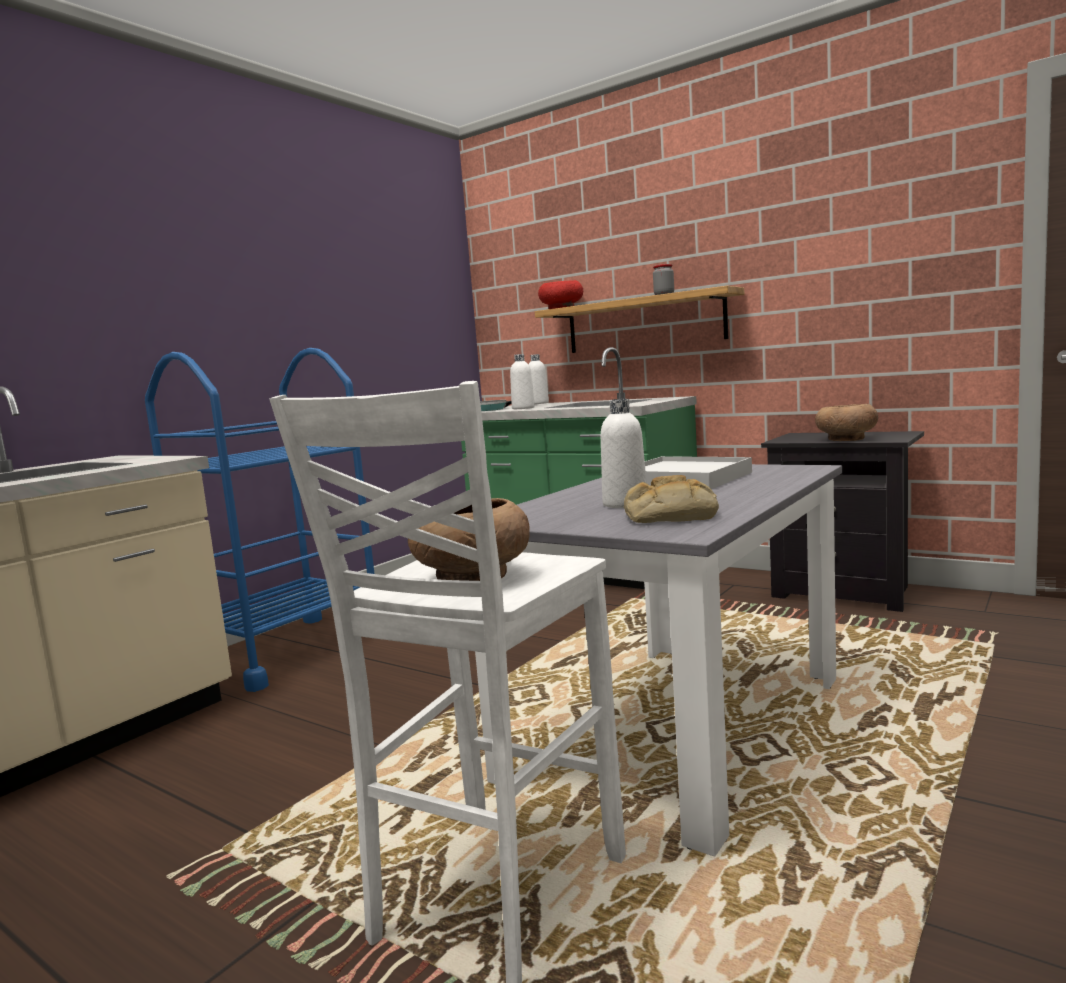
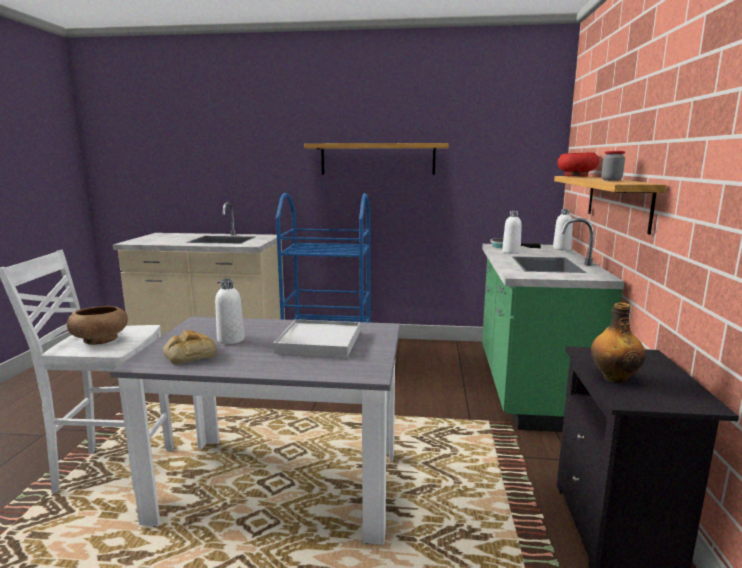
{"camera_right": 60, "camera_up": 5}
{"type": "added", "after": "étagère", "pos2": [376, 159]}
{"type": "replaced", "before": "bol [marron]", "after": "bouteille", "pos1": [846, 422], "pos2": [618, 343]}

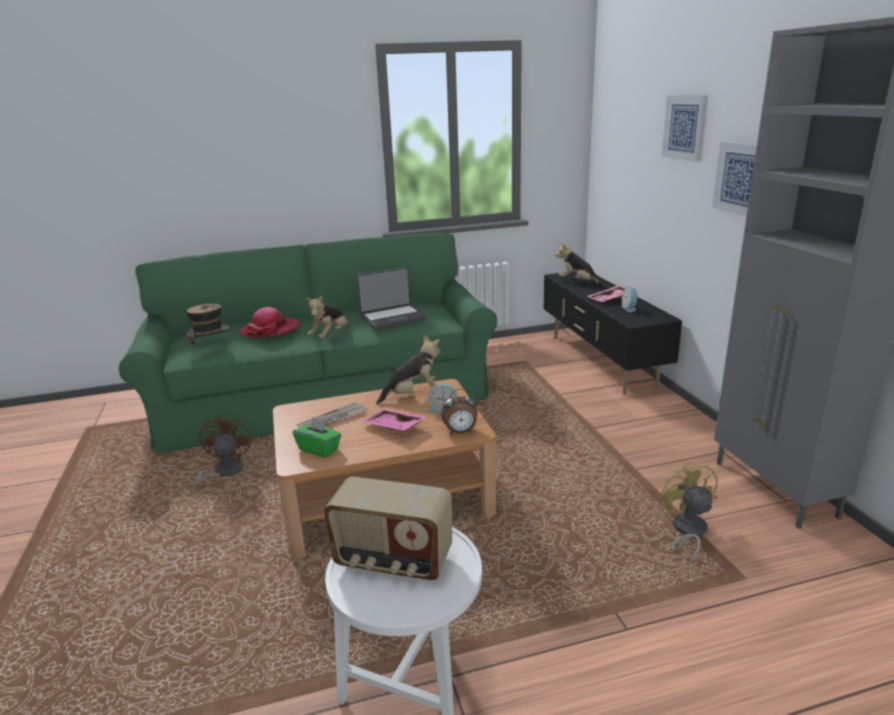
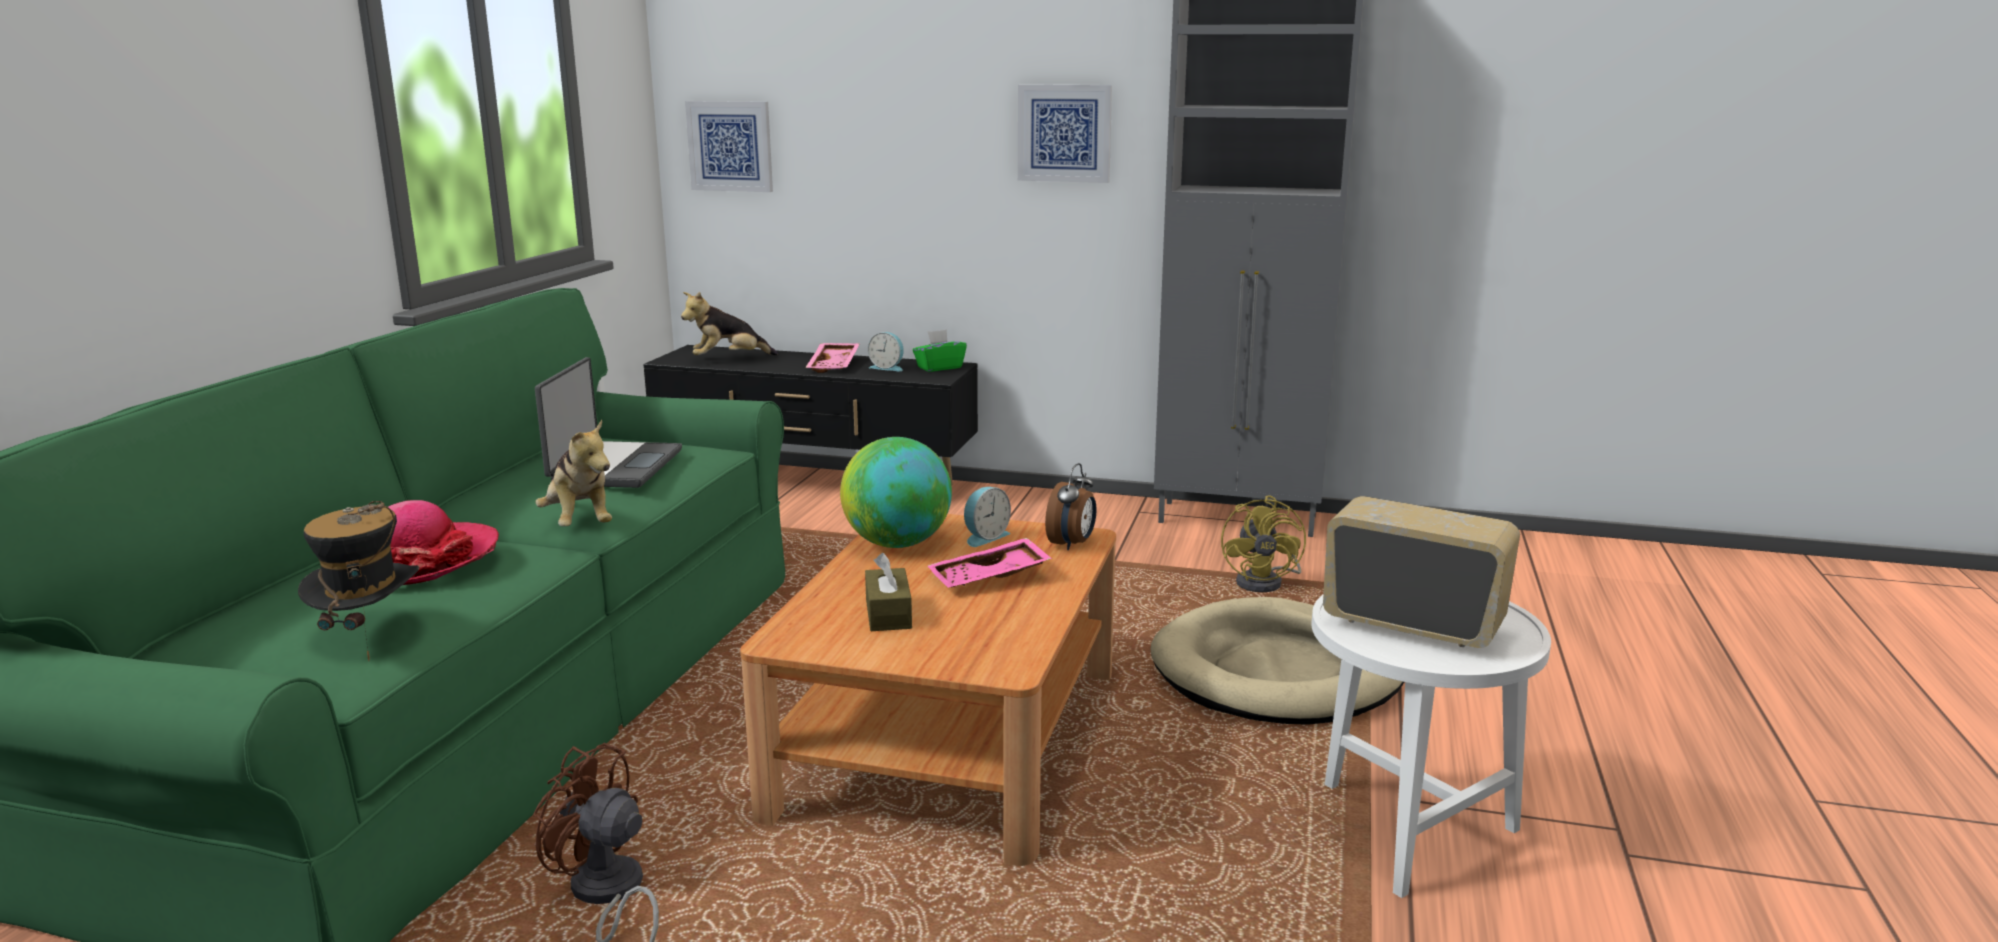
{"camera_right": -60, "camera_up": -5}
{"type": "moved", "before": "tableau", "pos1": [685, 128], "pos2": [729, 146]}
{"type": "replaced", "before": "peluche", "after": "globe", "pos1": [408, 369], "pos2": [896, 492]}
{"type": "replaced", "before": "journal", "after": "boîte à mouchoirs [marron]", "pos1": [332, 415], "pos2": [888, 592]}
{"type": "moved", "before": "boîte à mouchoirs [vert]", "pos1": [317, 437], "pos2": [940, 350]}
{"type": "added", "after": "panier pour chien [beige]", "pos2": [1277, 661]}
{"type": "turned", "before": "ventilateur [jaune]", "pos1": [689, 513], "pos2": [1263, 543], "turn": -105}
{"type": "turned", "before": "radio", "pos1": [388, 528], "pos2": [1421, 572], "turn": -105}

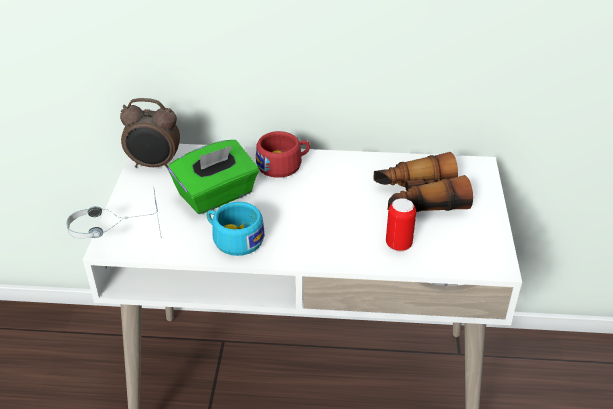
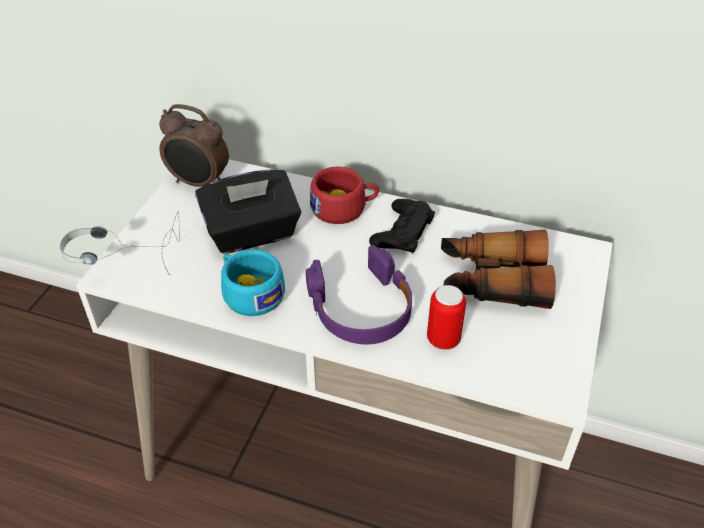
{"camera_right": 15, "camera_up": 5}
{"type": "recoloured", "before": "boîte à mouchoirs [vert]", "after": "boîte à mouchoirs [noir]", "pos1": [213, 177], "pos2": [248, 211]}
{"type": "added", "after": "casque audio [violet]", "pos2": [359, 294]}
{"type": "added", "after": "manette [noir]", "pos2": [402, 226]}

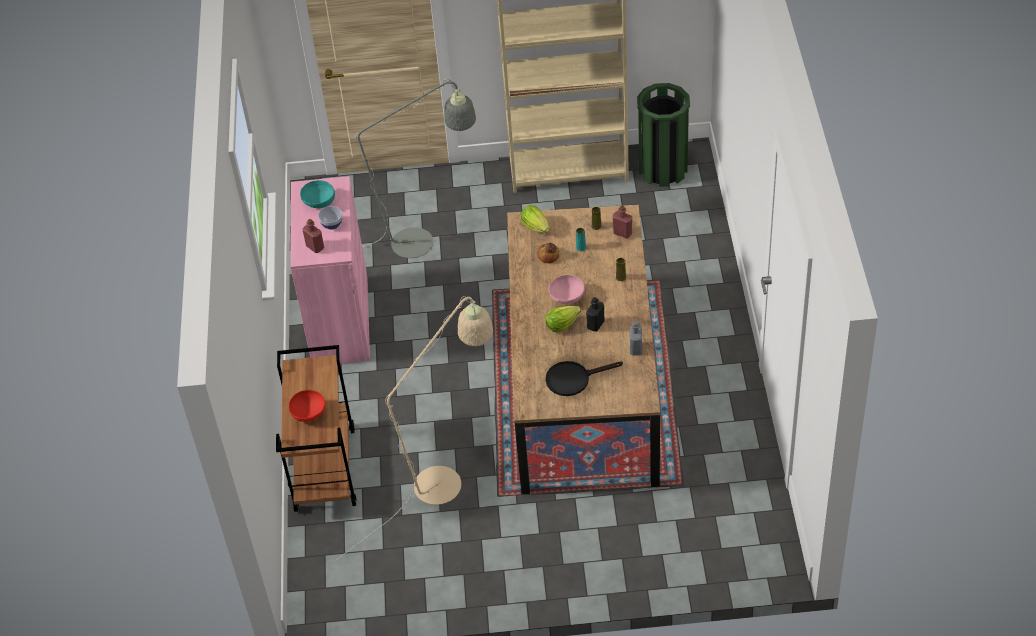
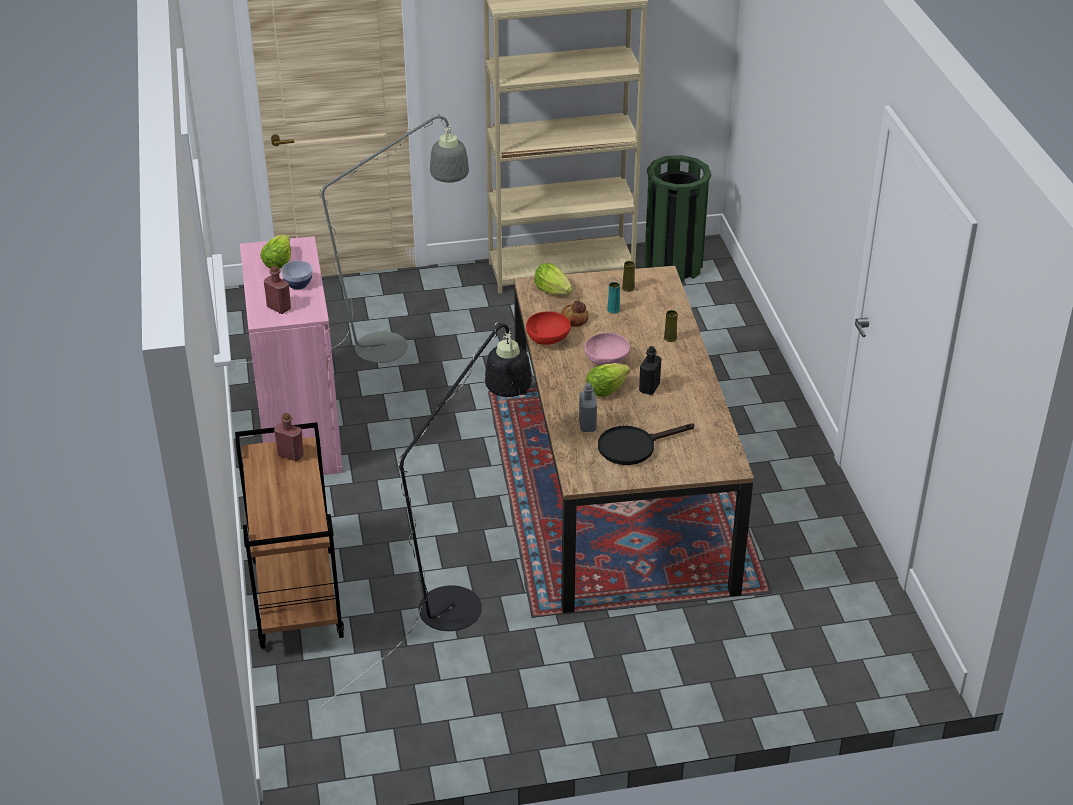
{"camera_right": -10, "camera_up": -10}
{"type": "replaced", "before": "bol [turquoise]", "after": "laitue", "pos1": [317, 194], "pos2": [276, 252]}
{"type": "moved", "before": "bouteille [rouge]", "pos1": [622, 222], "pos2": [289, 437]}
{"type": "recoloured", "before": "lampadaire [beige]", "after": "lampadaire [noir]", "pos1": [413, 429], "pos2": [426, 514]}
{"type": "moved", "before": "bol [rouge]", "pos1": [307, 406], "pos2": [548, 328]}
{"type": "moved", "before": "bouteille [gris]", "pos1": [636, 338], "pos2": [588, 407]}

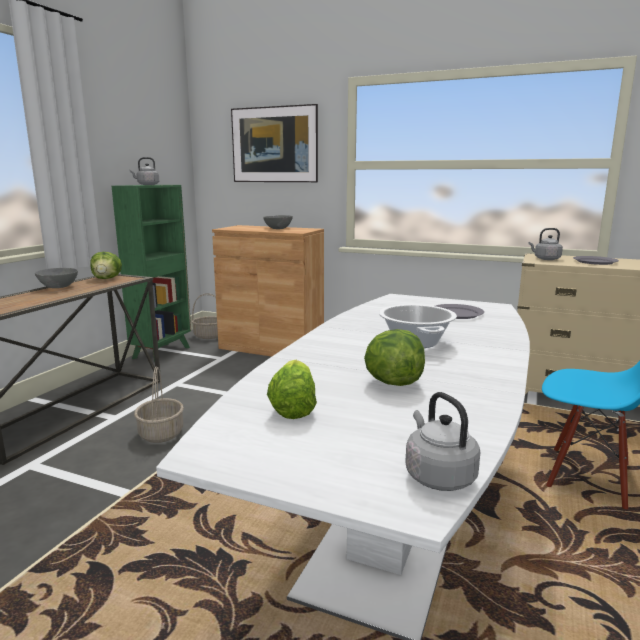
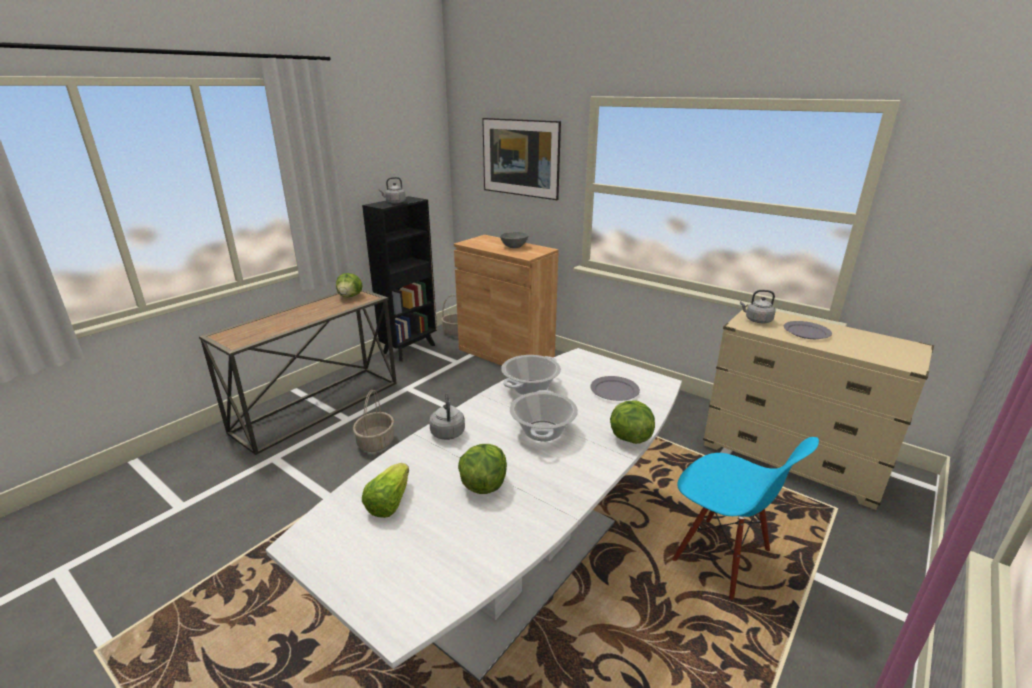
{"camera_right": 15, "camera_up": 10}
{"type": "recoloured", "before": "bibliothèque [vert]", "after": "bibliothèque [noir]", "pos1": [151, 273], "pos2": [399, 278]}
{"type": "moved", "before": "bouilloire [gris]", "pos1": [442, 441], "pos2": [447, 416]}
{"type": "added", "after": "marmite", "pos2": [531, 375]}
{"type": "added", "after": "laitue", "pos2": [632, 422]}
{"type": "removed", "before": "bol [gris]", "pos1": [56, 278]}

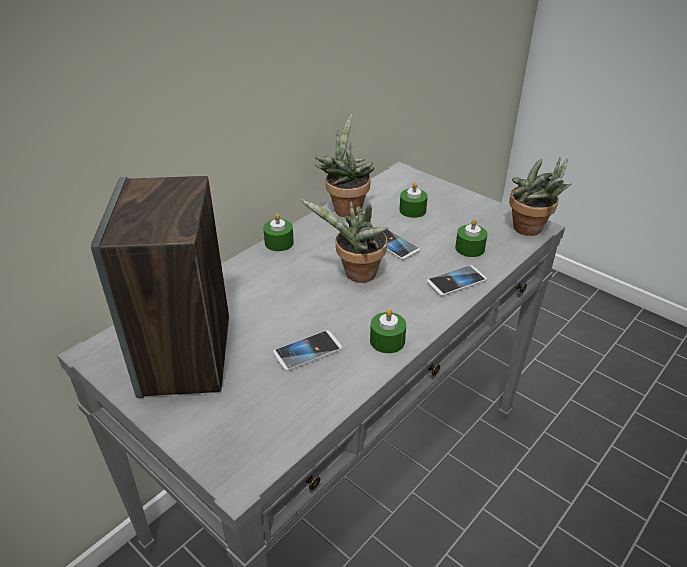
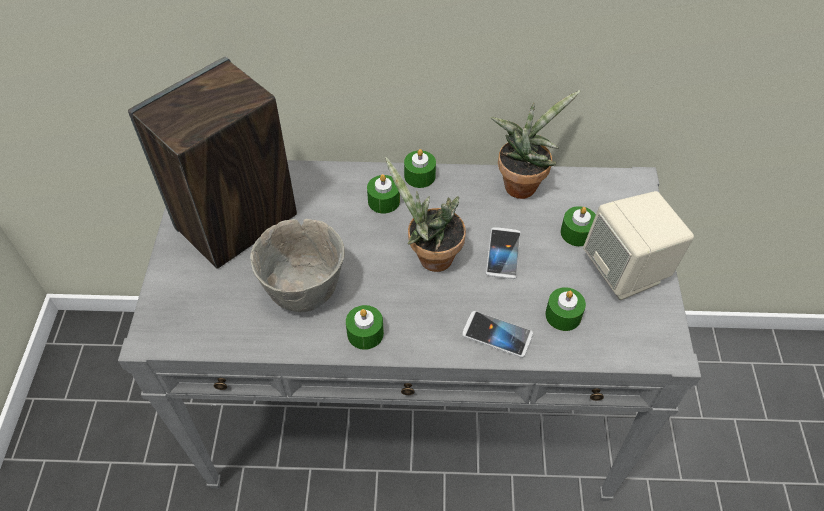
{"camera_right": 50, "camera_up": 15}
{"type": "replaced", "before": "téléphone", "after": "bol [gris]", "pos1": [307, 350], "pos2": [297, 265]}
{"type": "added", "after": "bougie [vert]", "pos2": [383, 194]}
{"type": "added", "after": "enceinte [beige]", "pos2": [638, 245]}
{"type": "removed", "before": "plante en pot", "pos1": [540, 196]}

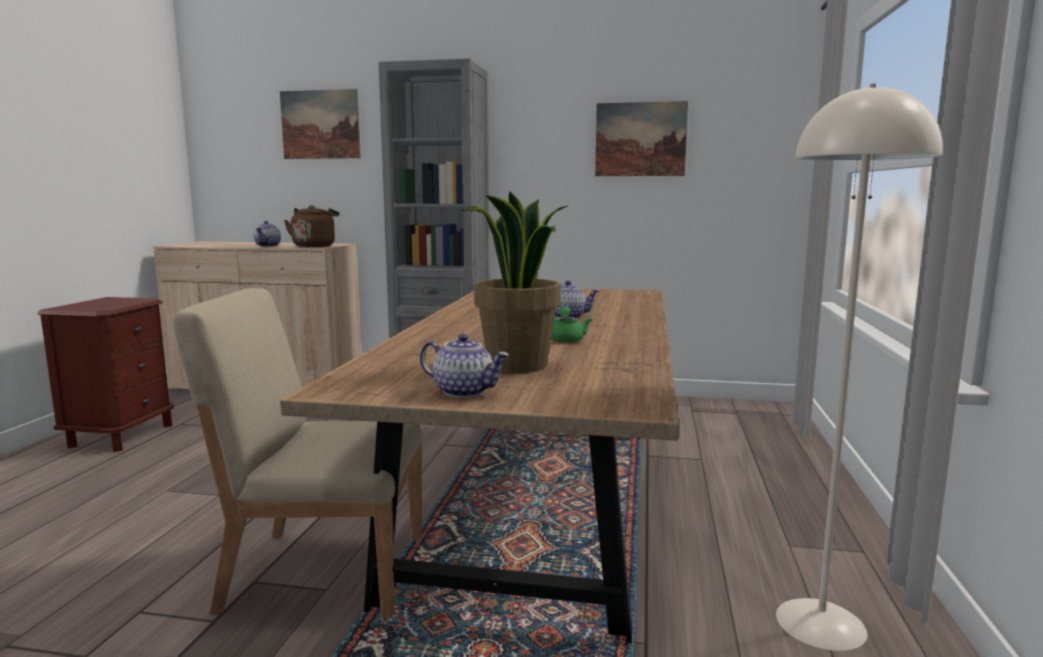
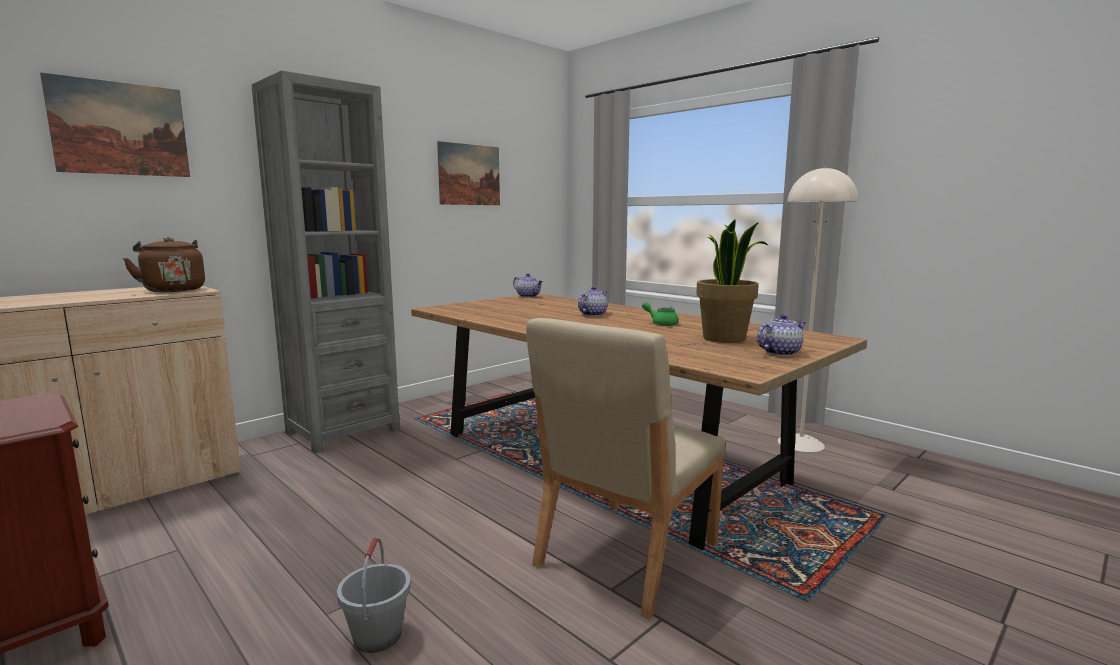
{"camera_right": -55, "camera_up": 0}
{"type": "added", "after": "seau [gris]", "pos2": [374, 595]}
{"type": "moved", "before": "théière", "pos1": [267, 234], "pos2": [528, 285]}

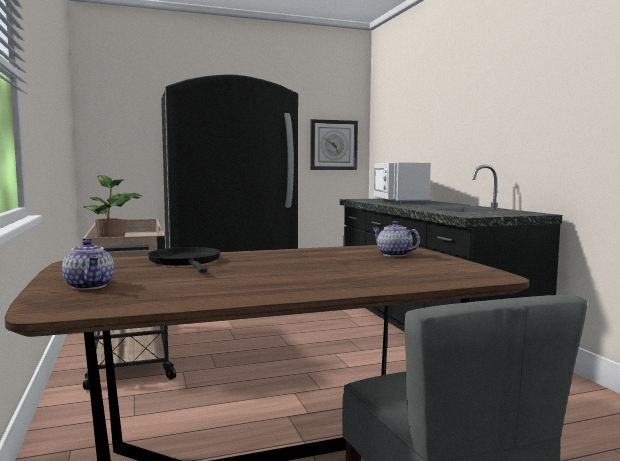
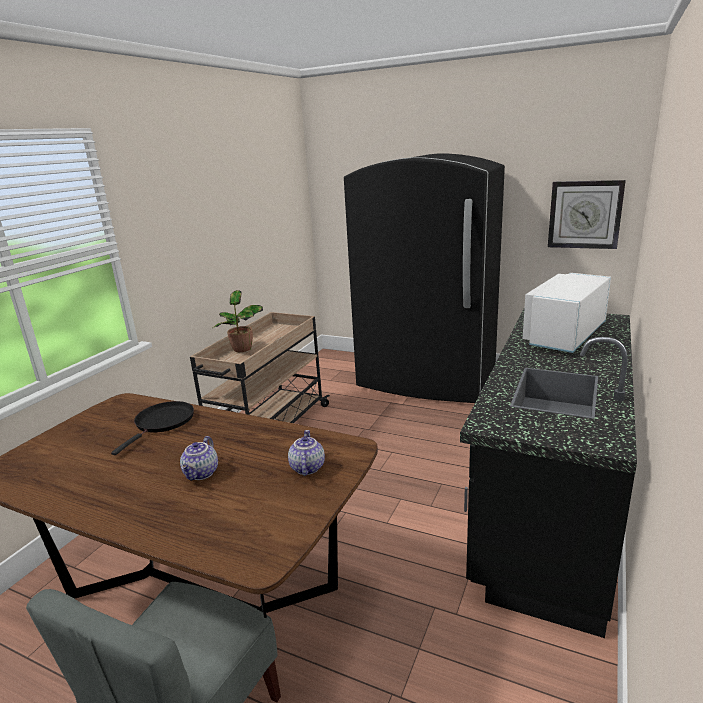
{"camera_right": 45, "camera_up": 15}
{"type": "moved", "before": "théière", "pos1": [88, 265], "pos2": [199, 458]}

